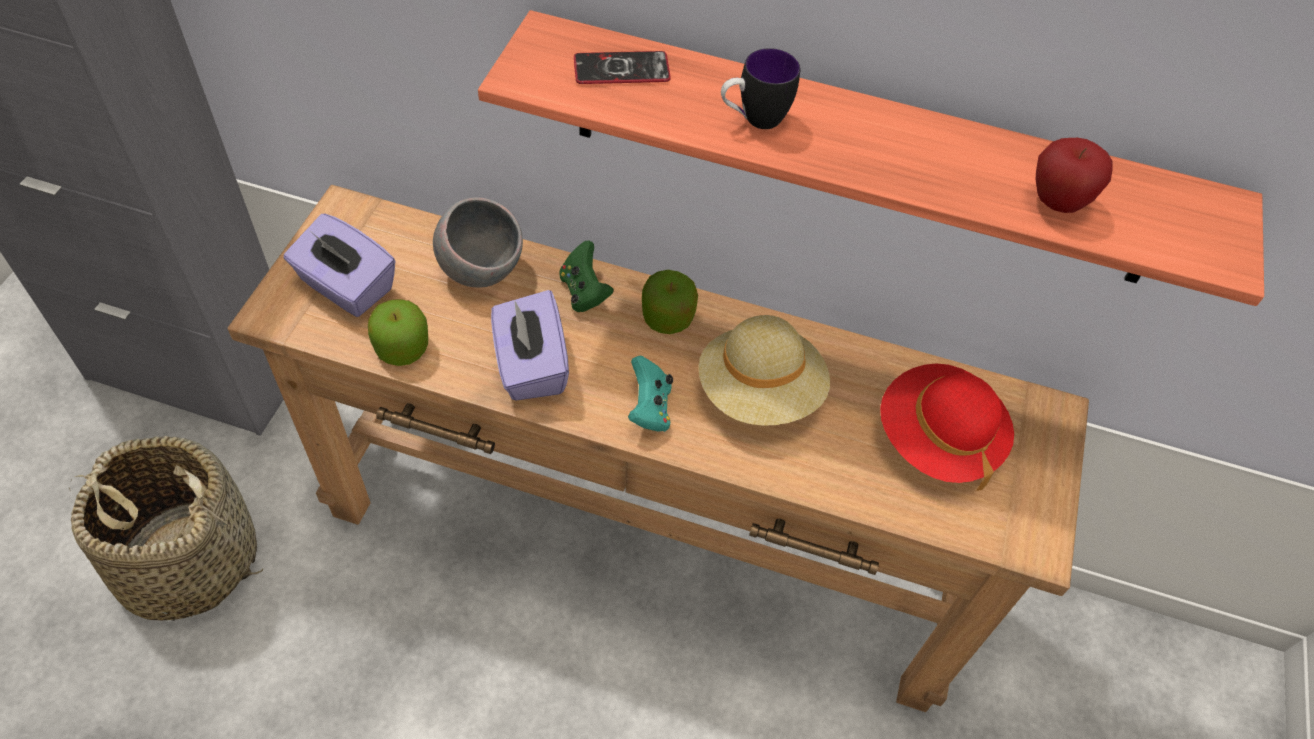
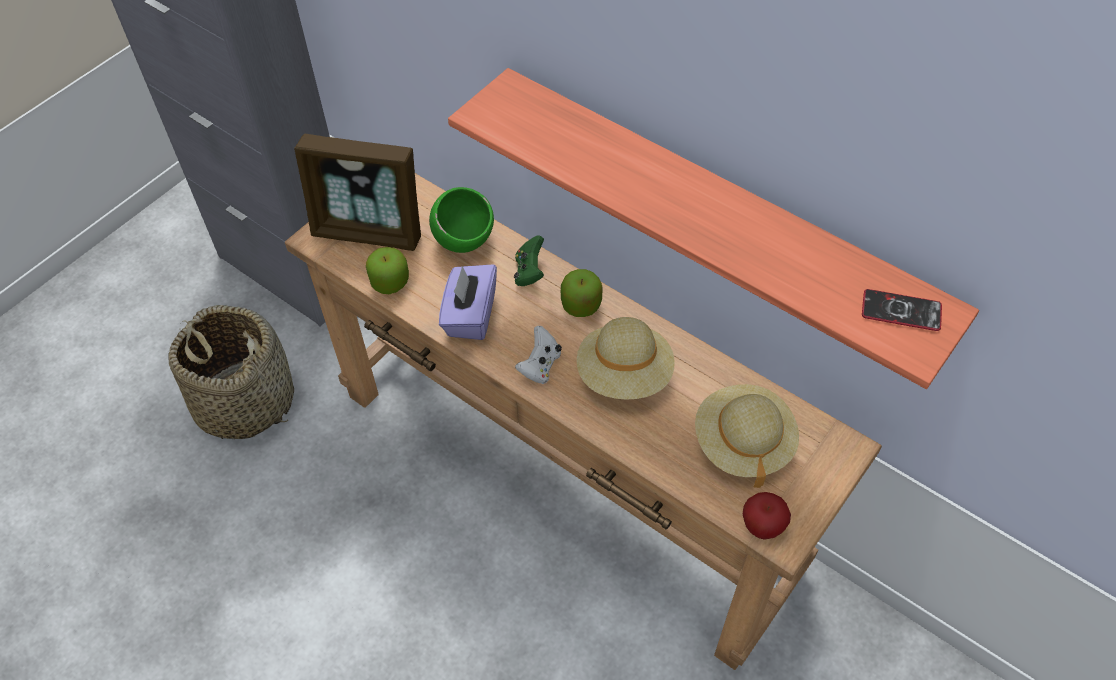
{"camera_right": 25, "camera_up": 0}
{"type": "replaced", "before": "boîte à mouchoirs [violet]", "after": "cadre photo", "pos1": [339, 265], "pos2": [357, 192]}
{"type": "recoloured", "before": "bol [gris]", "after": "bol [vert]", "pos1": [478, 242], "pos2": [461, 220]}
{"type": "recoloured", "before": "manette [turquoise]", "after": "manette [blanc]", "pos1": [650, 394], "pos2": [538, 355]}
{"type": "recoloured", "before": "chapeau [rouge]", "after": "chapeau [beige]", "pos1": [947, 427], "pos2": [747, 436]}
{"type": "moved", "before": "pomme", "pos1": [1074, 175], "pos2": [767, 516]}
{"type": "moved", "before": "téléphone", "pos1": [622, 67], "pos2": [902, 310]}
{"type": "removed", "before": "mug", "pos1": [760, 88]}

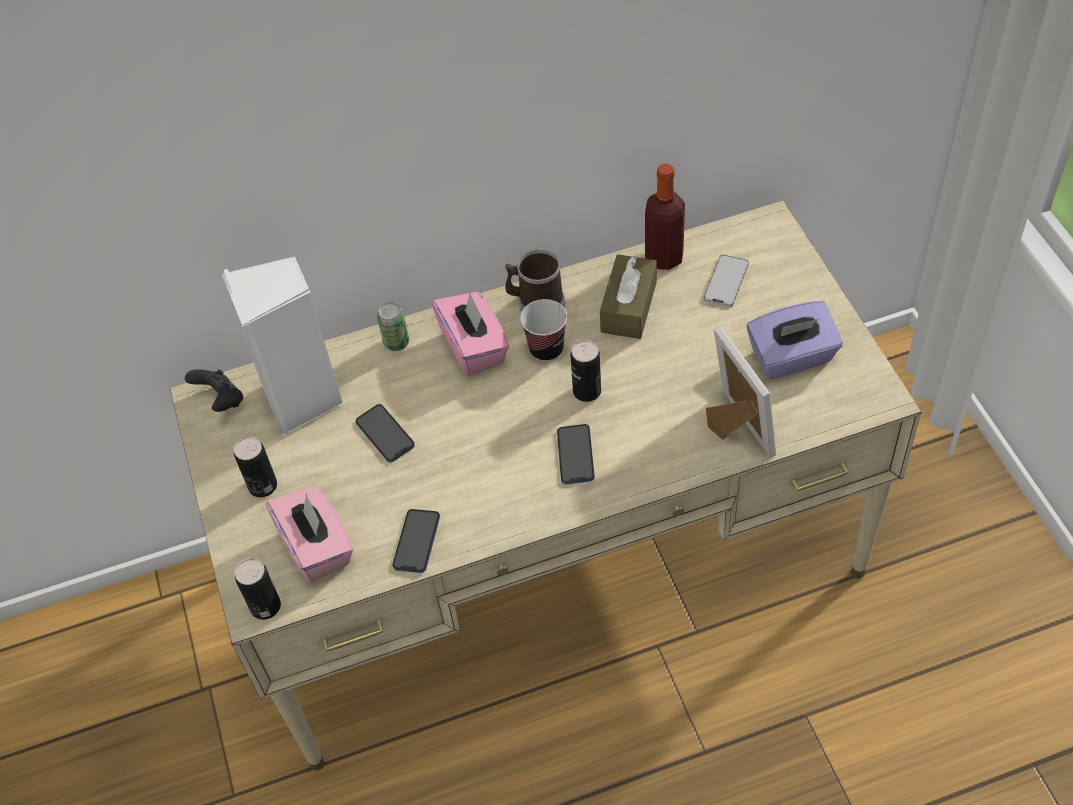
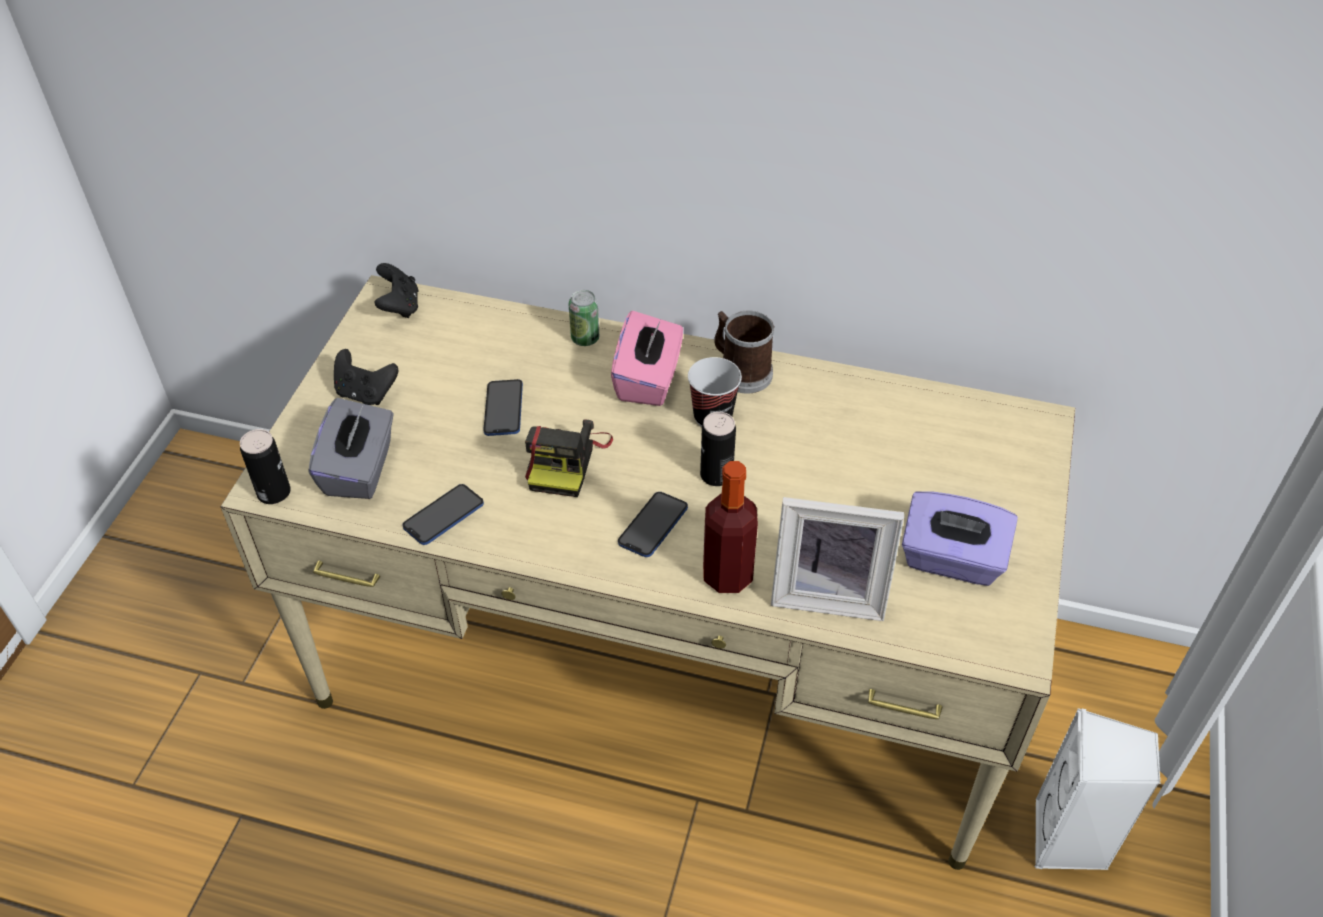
{"camera_right": 30, "camera_up": -5}
{"type": "recoloured", "before": "boîte à mouchoirs [rose]", "after": "boîte à mouchoirs [gris]", "pos1": [310, 534], "pos2": [351, 448]}
{"type": "replaced", "before": "boîte métallique", "after": "manette [noir]", "pos1": [255, 466], "pos2": [366, 377]}
{"type": "added", "after": "appareil photo", "pos2": [569, 458]}
{"type": "moved", "before": "bouteille", "pos1": [665, 216], "pos2": [730, 527]}
{"type": "turned", "before": "cadre photo", "pos1": [741, 392], "pos2": [837, 559], "turn": 90}
{"type": "moved", "before": "enceinte [blanc]", "pos1": [281, 346], "pos2": [1097, 789]}
{"type": "removed", "before": "boîte à mouchoirs [marron]", "pos1": [628, 296]}
{"type": "removed", "before": "téléphone", "pos1": [726, 281]}

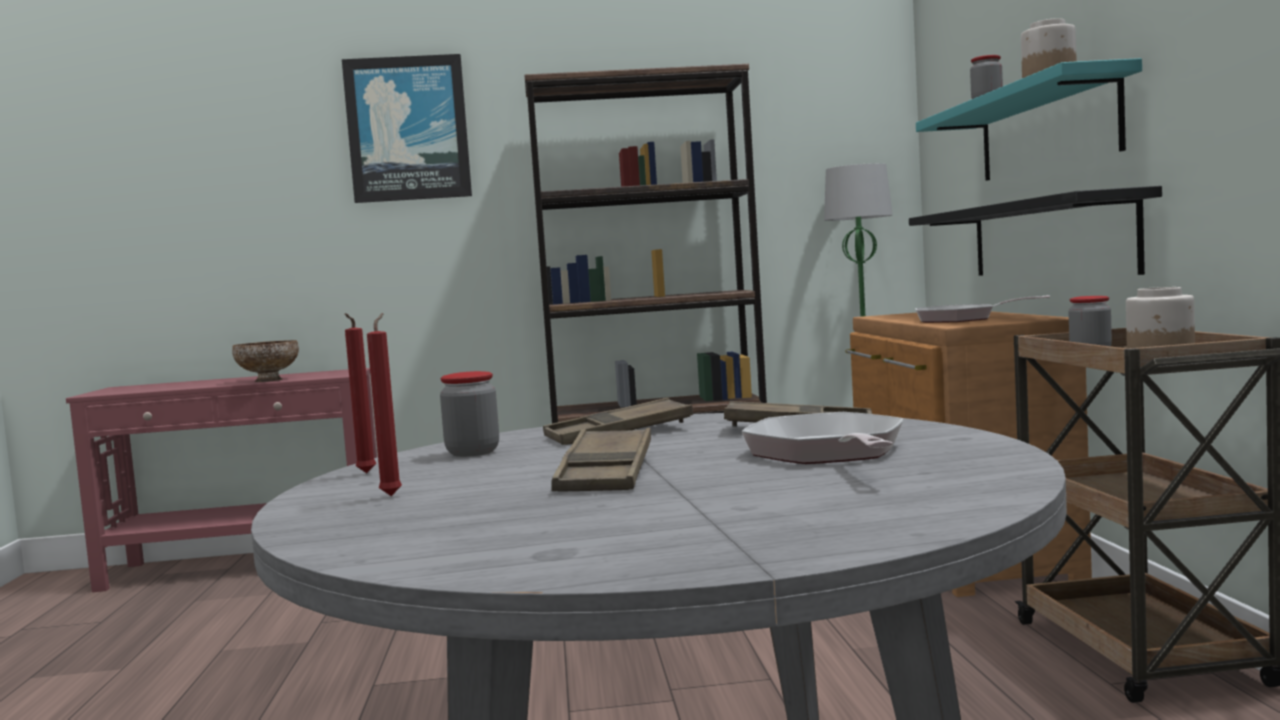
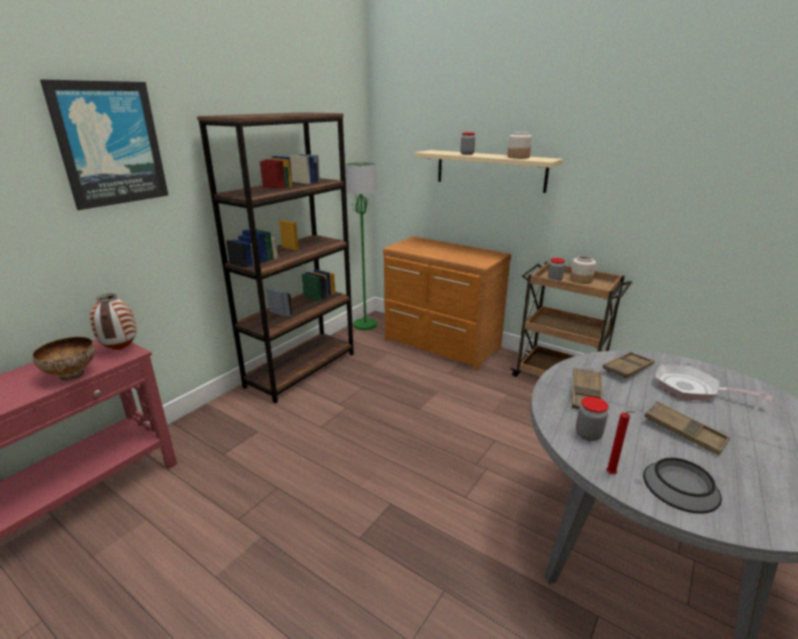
{"camera_right": -50, "camera_up": 20}
{"type": "added", "after": "vase", "pos2": [113, 322]}
{"type": "recoloured", "before": "étagère [turquoise]", "after": "étagère [beige]", "pos1": [1029, 119], "pos2": [489, 171]}
{"type": "replaced", "before": "bougie [rouge]", "after": "bol", "pos1": [384, 404], "pos2": [682, 486]}
{"type": "removed", "before": "étagère [noir]", "pos1": [1035, 231]}
{"type": "removed", "before": "poêle", "pos1": [982, 309]}

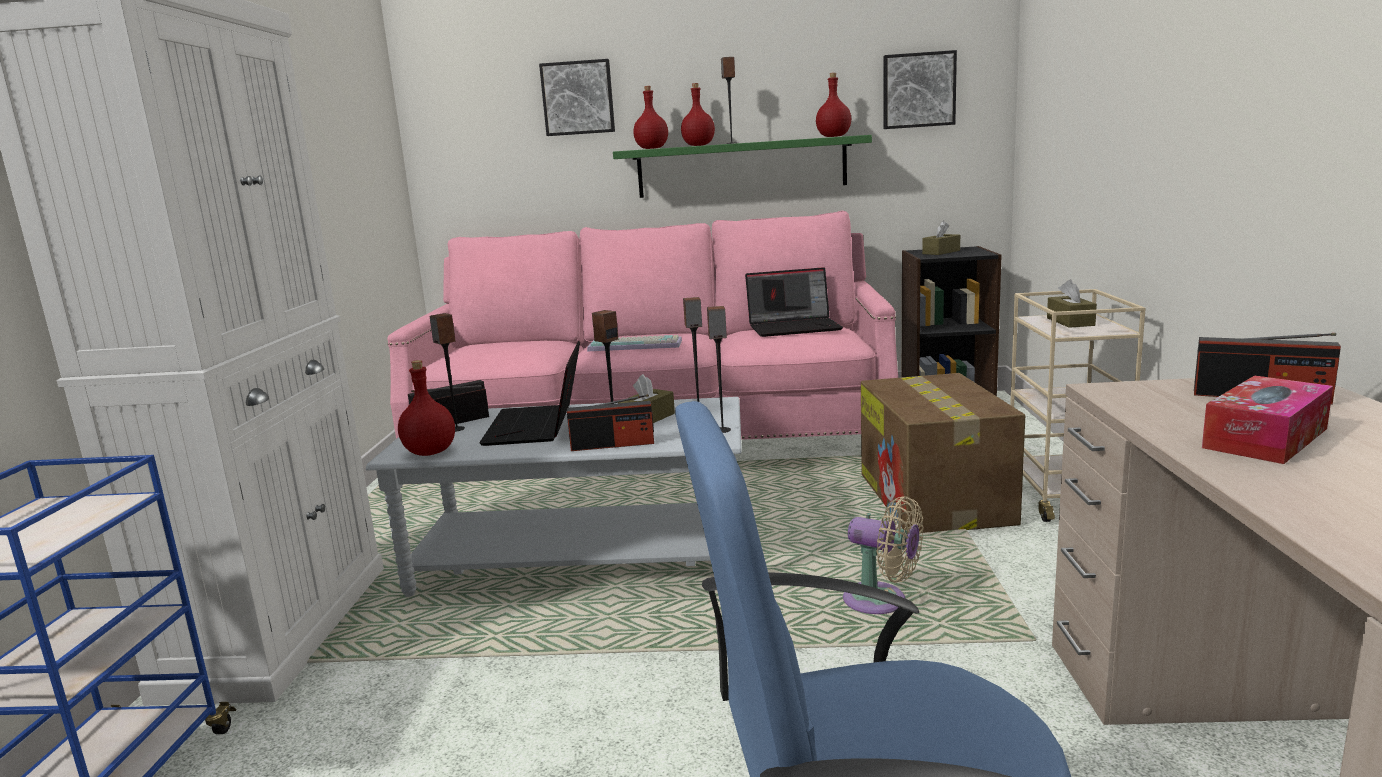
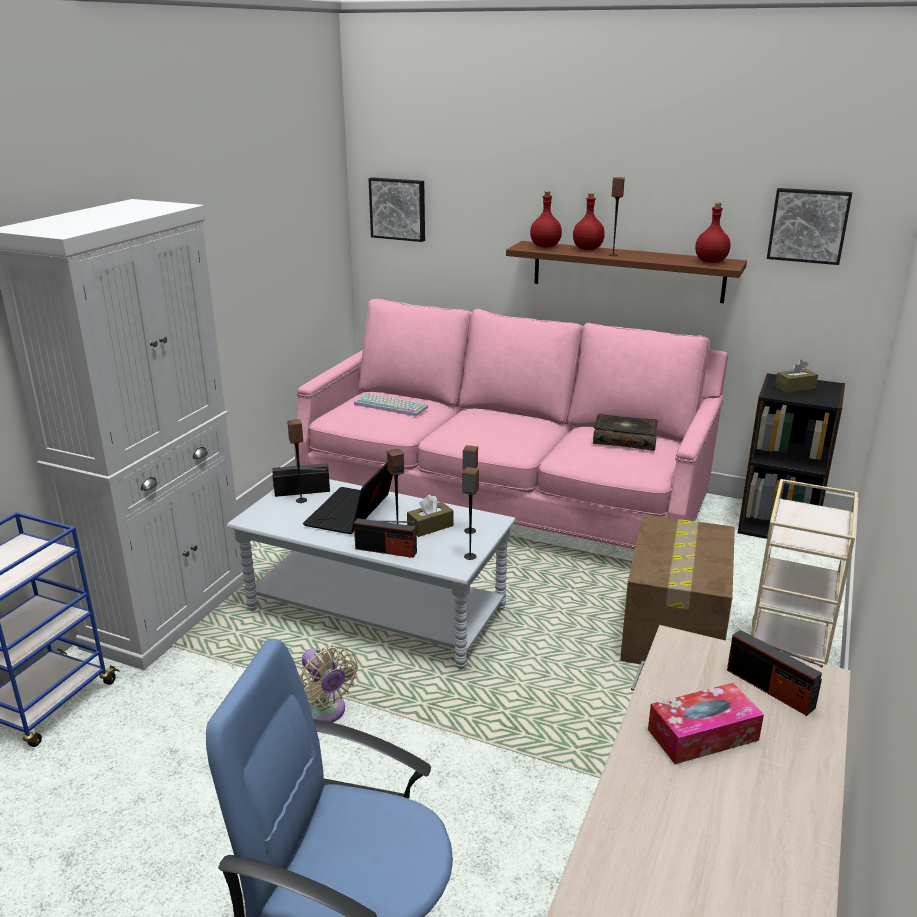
{"camera_right": 20, "camera_up": 10}
{"type": "moved", "before": "ventilateur [beige]", "pos1": [883, 555], "pos2": [328, 684]}
{"type": "moved", "before": "clavier", "pos1": [634, 343], "pos2": [391, 405]}
{"type": "moved", "before": "tableau", "pos1": [577, 97], "pos2": [396, 209]}
{"type": "recoloured", "before": "étagère [vert]", "after": "étagère [marron]", "pos1": [742, 166], "pos2": [626, 272]}
{"type": "replaced", "before": "ordinateur portable", "after": "livre", "pos1": [794, 302], "pos2": [625, 432]}
{"type": "removed", "before": "bouteille [rouge]", "pos1": [426, 408]}
{"type": "removed", "before": "boîte à mouchoirs [marron]", "pos1": [1072, 303]}

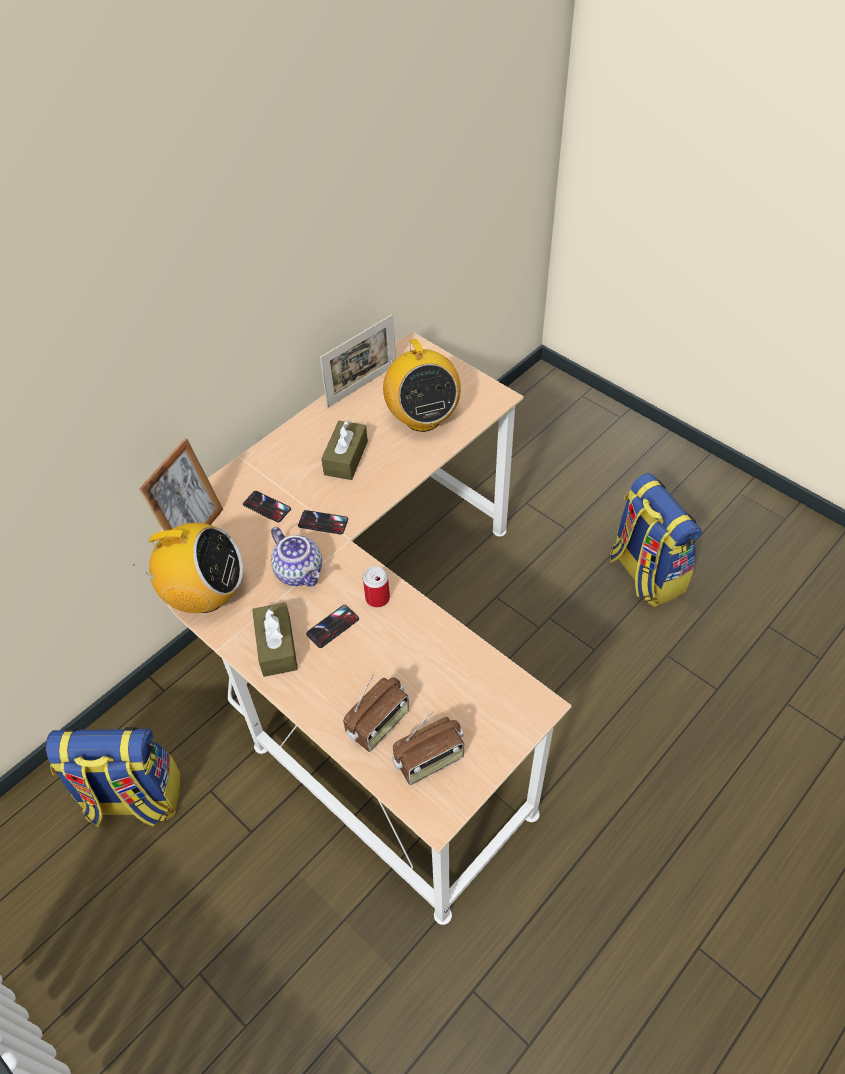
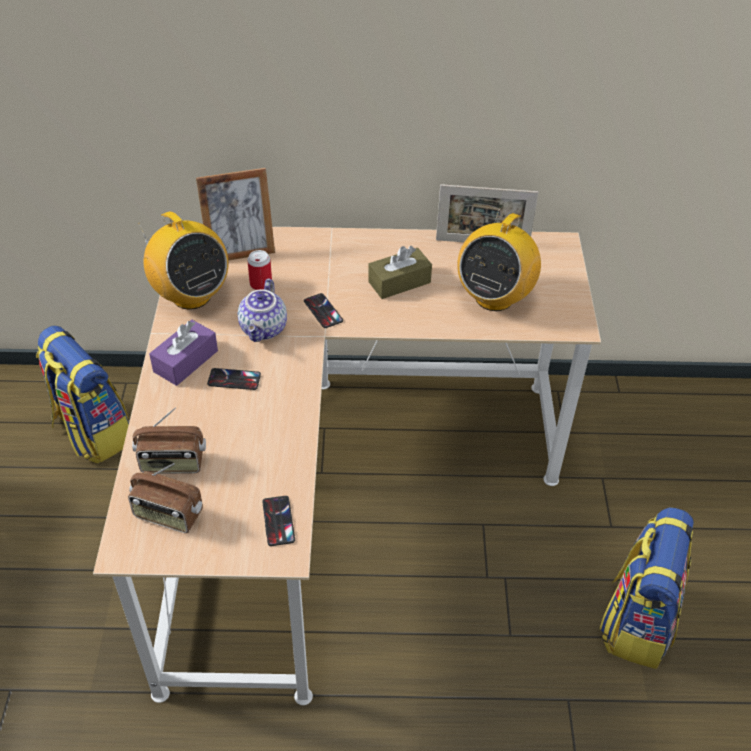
{"camera_right": 45, "camera_up": -5}
{"type": "recoloured", "before": "boîte à mouchoirs [marron]", "after": "boîte à mouchoirs [violet]", "pos1": [275, 639], "pos2": [183, 352]}
{"type": "moved", "before": "boîte métallique", "pos1": [376, 586], "pos2": [259, 270]}
{"type": "moved", "before": "téléphone", "pos1": [267, 506], "pos2": [278, 521]}

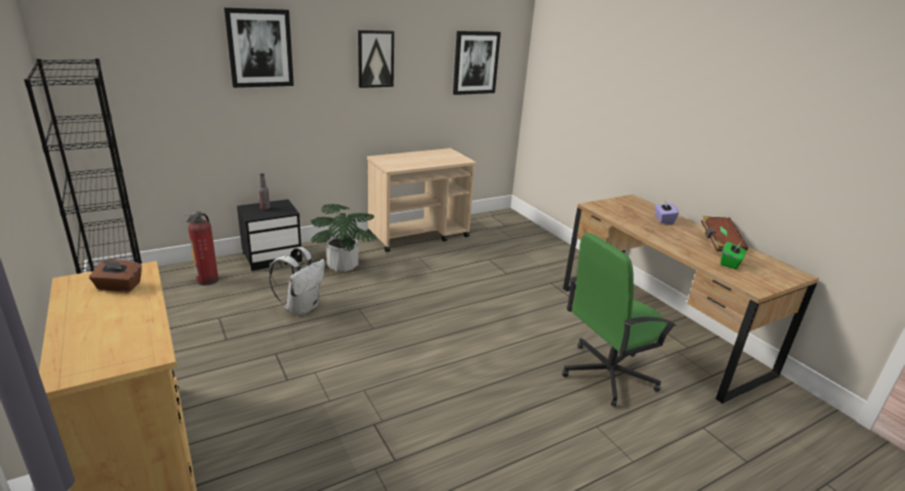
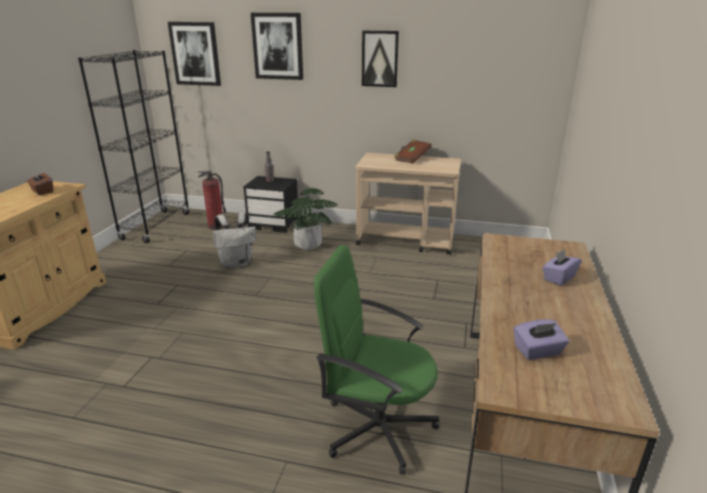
{"camera_right": 45, "camera_up": 0}
{"type": "moved", "before": "tableau", "pos1": [477, 63], "pos2": [194, 54]}
{"type": "moved", "before": "livre [marron]", "pos1": [724, 233], "pos2": [413, 151]}
{"type": "recoloured", "before": "boîte à mouchoirs [vert]", "after": "boîte à mouchoirs [violet]", "pos1": [733, 255], "pos2": [541, 339]}

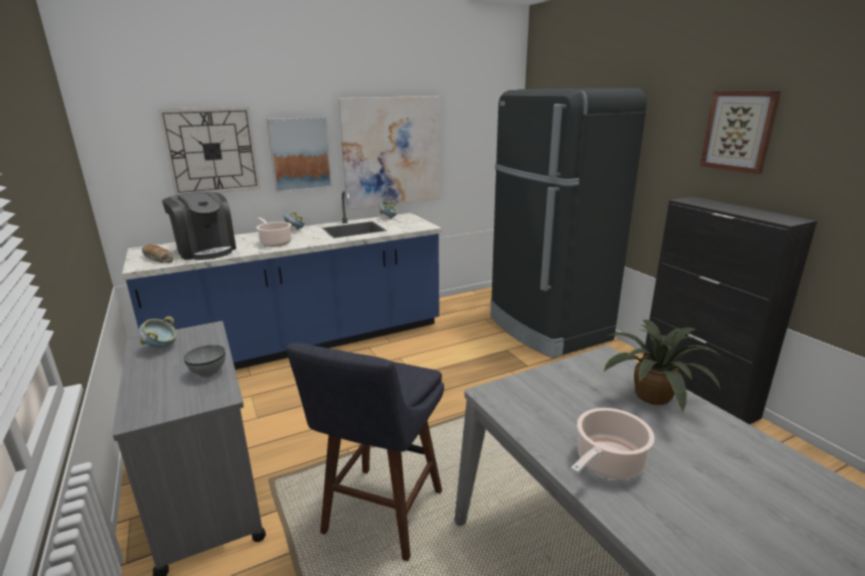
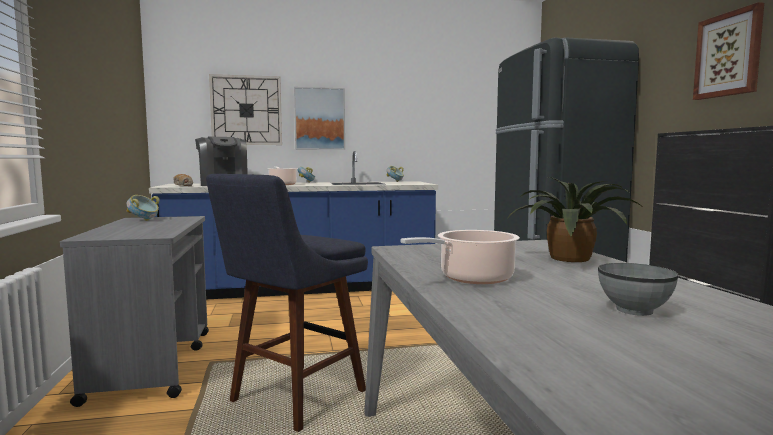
{"camera_right": 15, "camera_up": -15}
{"type": "moved", "before": "bol [gris]", "pos1": [205, 361], "pos2": [638, 289]}
{"type": "removed", "before": "tableau", "pos1": [389, 152]}

